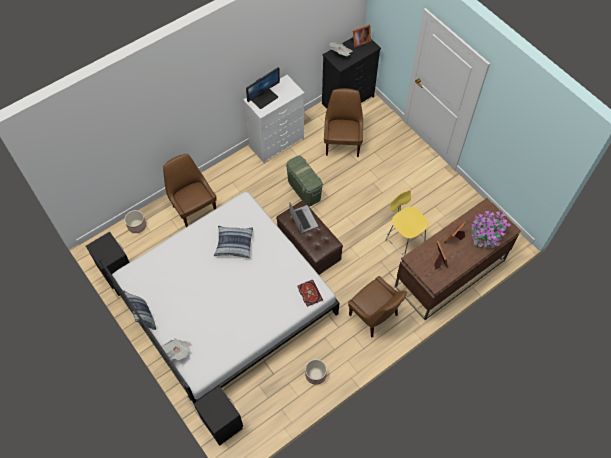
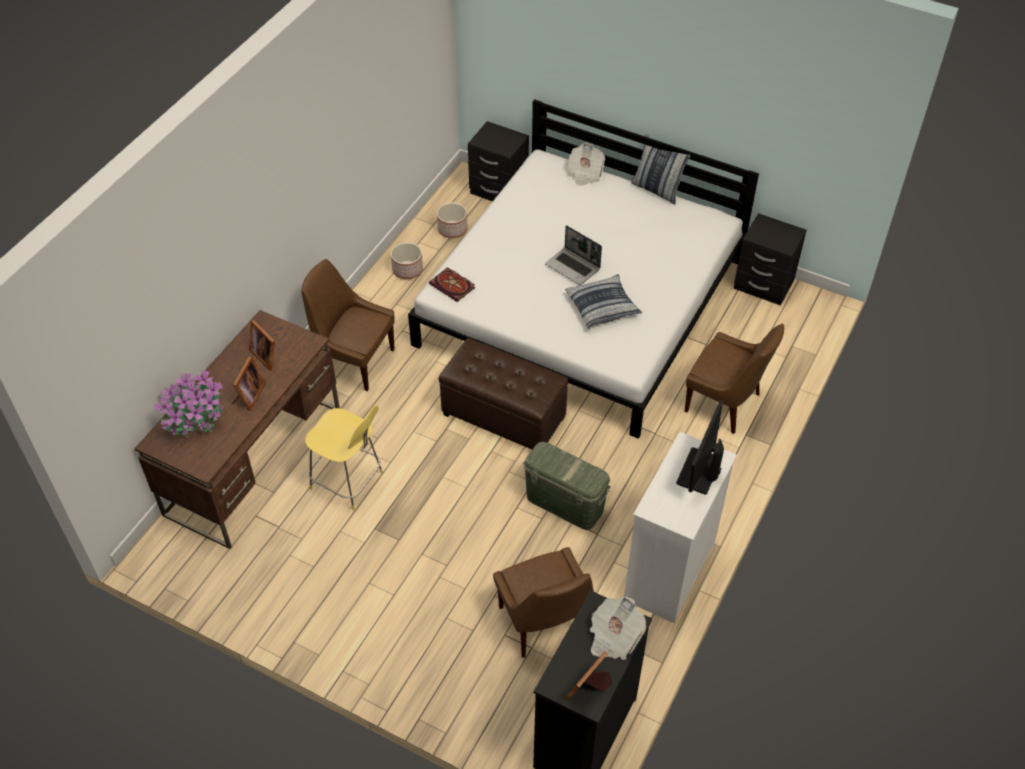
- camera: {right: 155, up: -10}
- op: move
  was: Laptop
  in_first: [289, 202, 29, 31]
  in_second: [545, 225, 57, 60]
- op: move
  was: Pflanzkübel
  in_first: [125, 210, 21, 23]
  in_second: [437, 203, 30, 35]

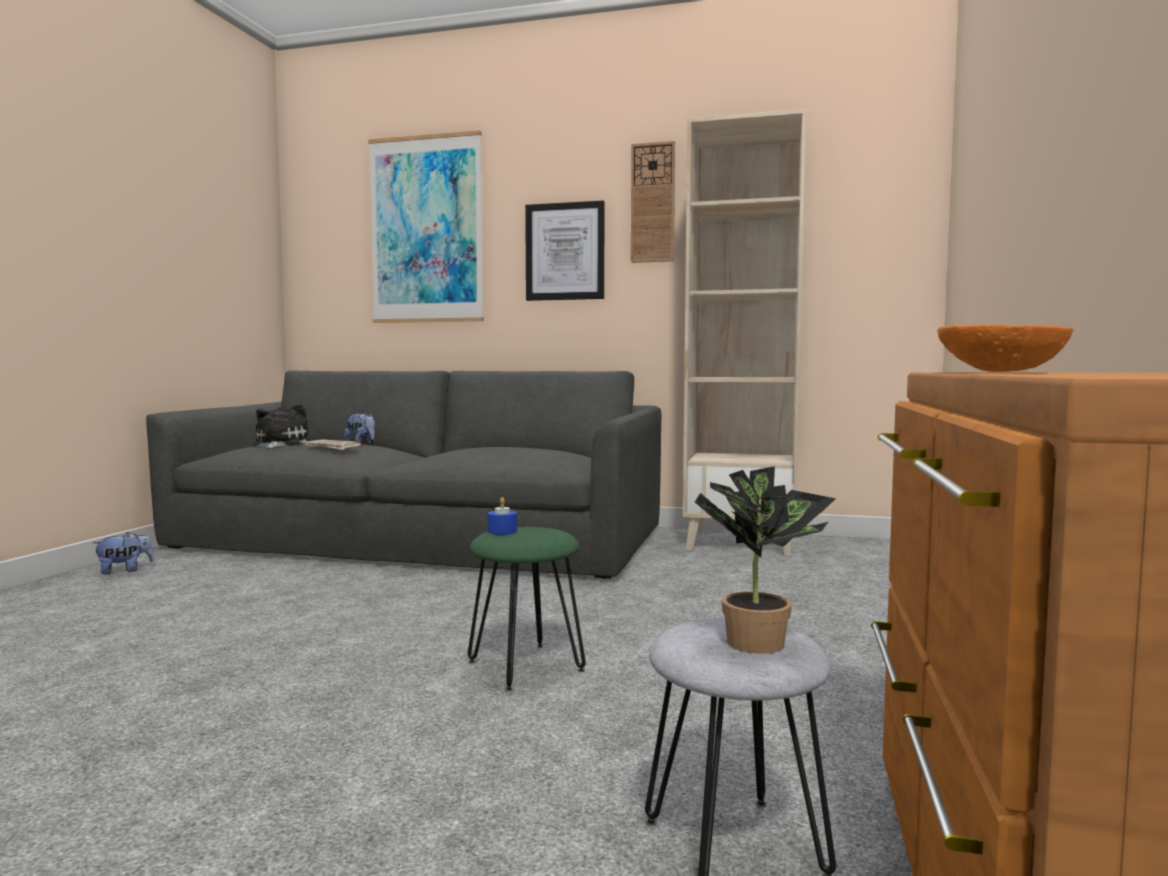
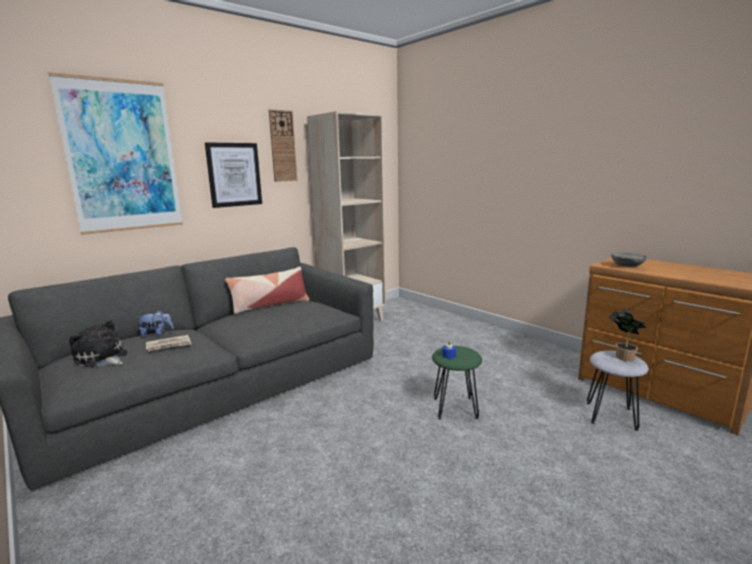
- camera: {right: -55, up: 10}
- op: recolor
  was: Schüssel/orange
  now: Schüssel/grau
  in_first: [937, 324, 136, 48]
  in_second: [611, 252, 36, 15]
- op: delete
  was: Plüschtier
  in_first: [93, 532, 61, 42]
- op: insert
  now: Kissen
  in_second: [225, 267, 84, 47]

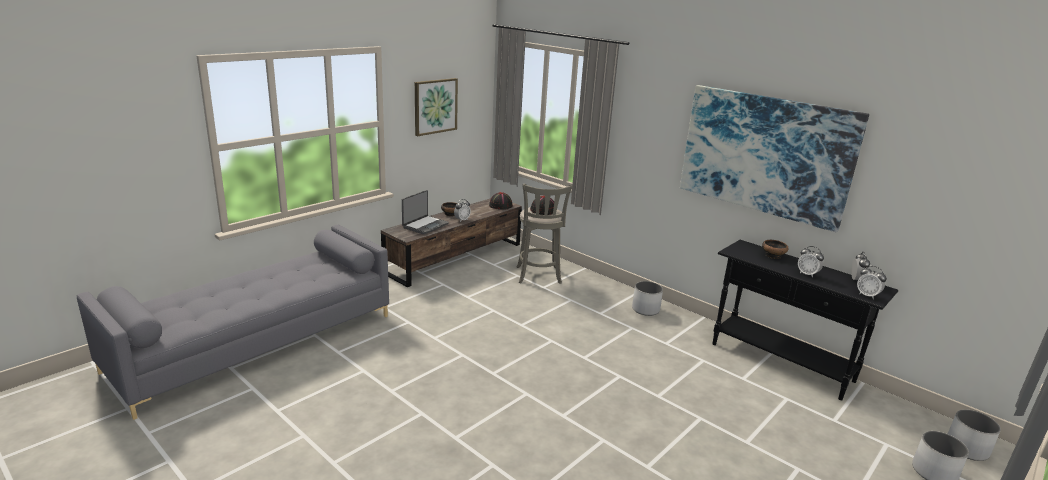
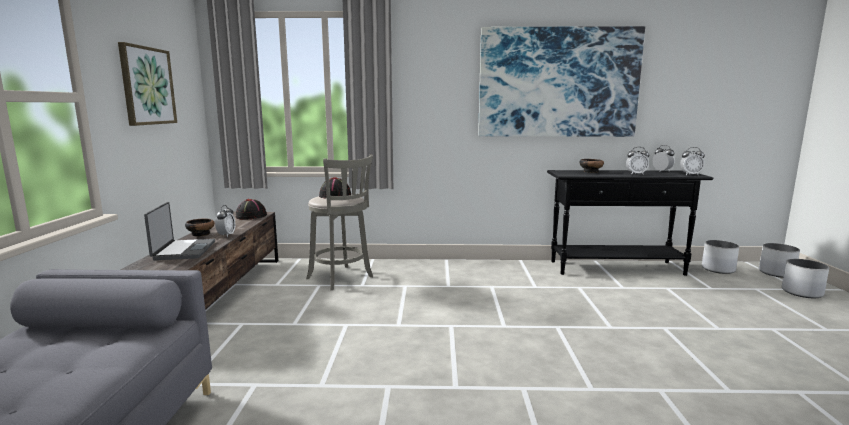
- camera: {right: -40, up: -10}
- op: move
  was: Pflanzkübel/weiß
  in_first: [632, 281, 31, 35]
  in_second: [702, 240, 37, 34]

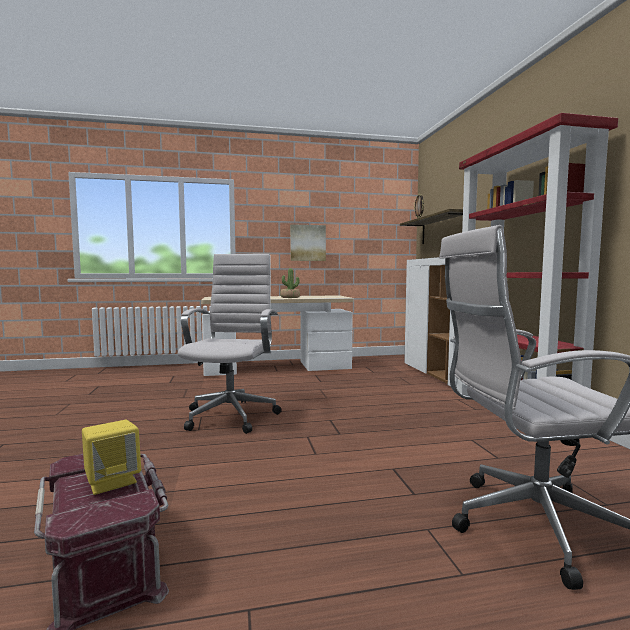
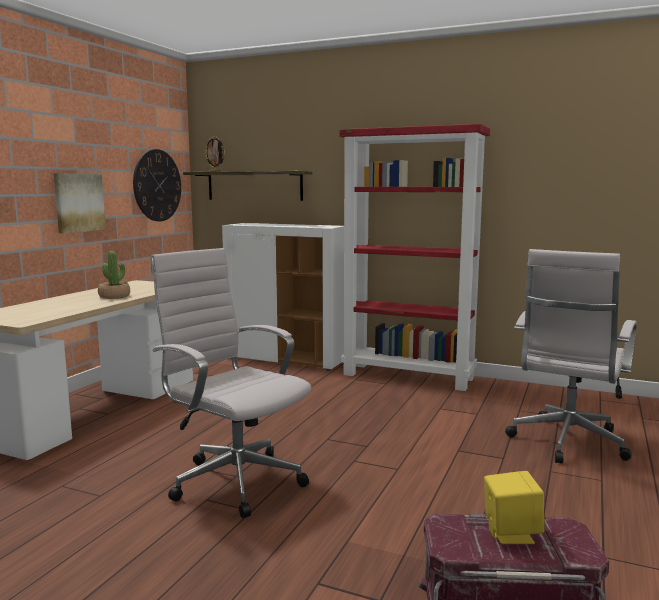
- camera: {right: -55, up: 5}
- op: insert
  now: Wanduhr
  in_second: [133, 149, 48, 72]

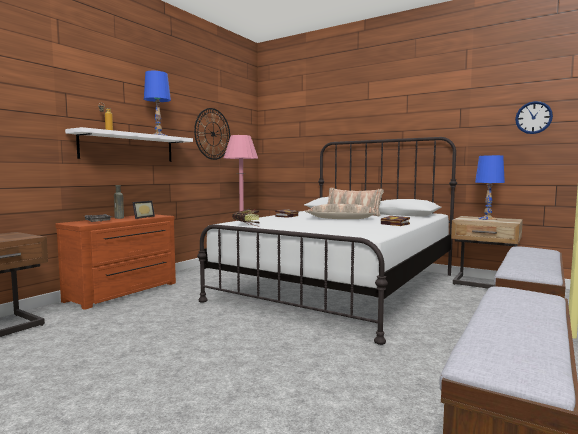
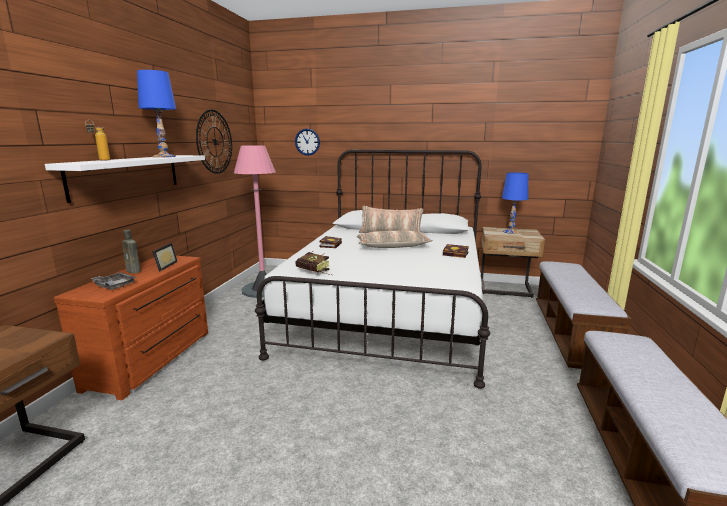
- camera: {right: -20, up: 10}
- op: move
  was: Wanduhr
  in_first: [515, 101, 38, 33]
  in_second: [295, 129, 25, 27]

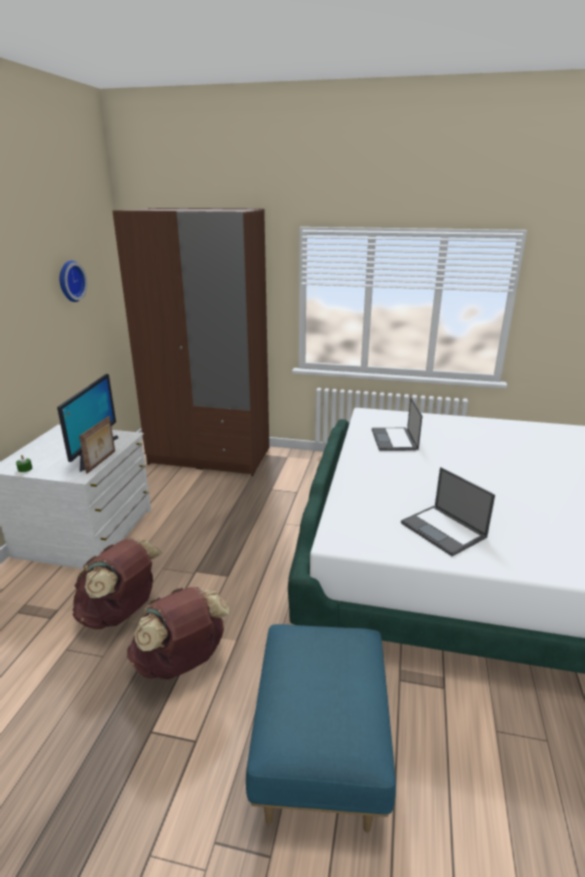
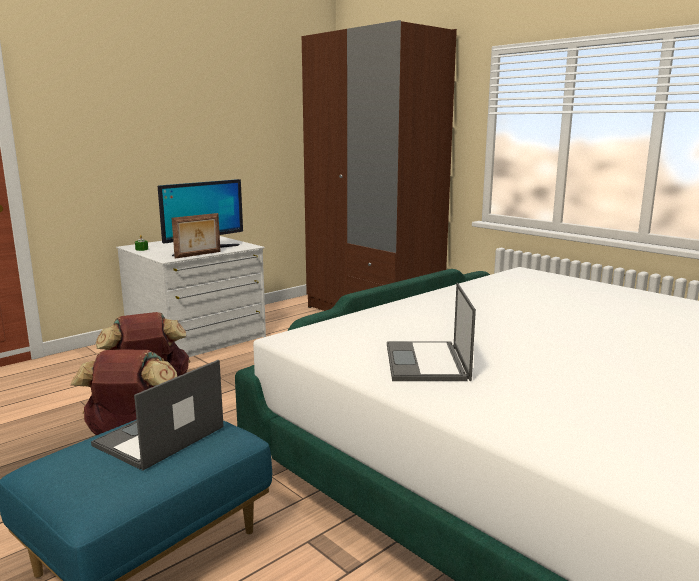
- camera: {right: 35, up: -10}
- op: delete
  was: Wanduhr
  in_first: [60, 260, 27, 42]
- op: move
  was: Laptop
  in_first: [372, 397, 50, 54]
  in_second: [91, 360, 133, 111]

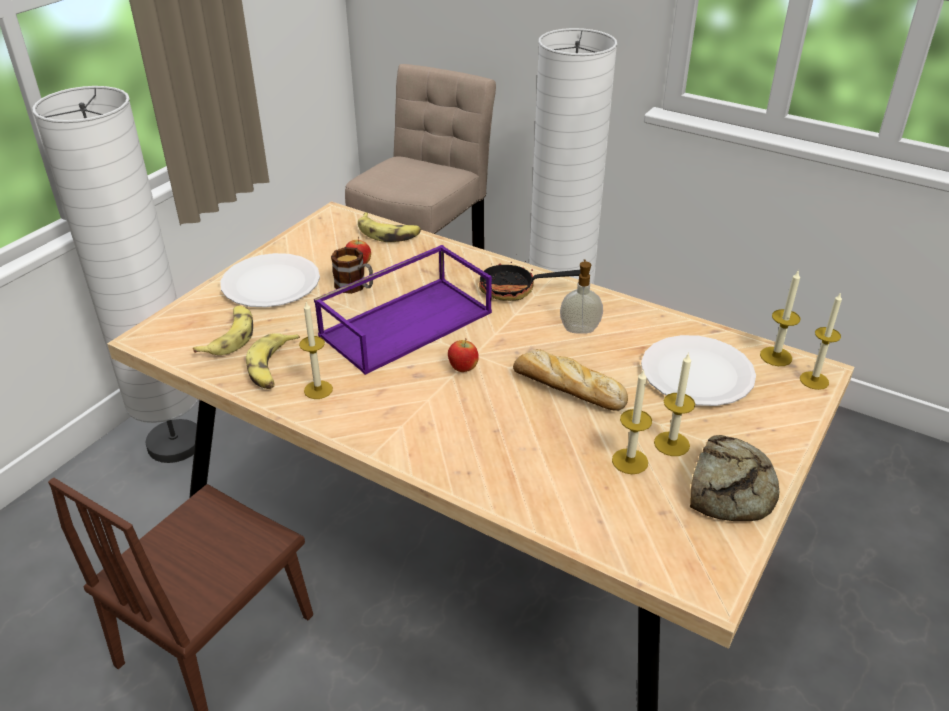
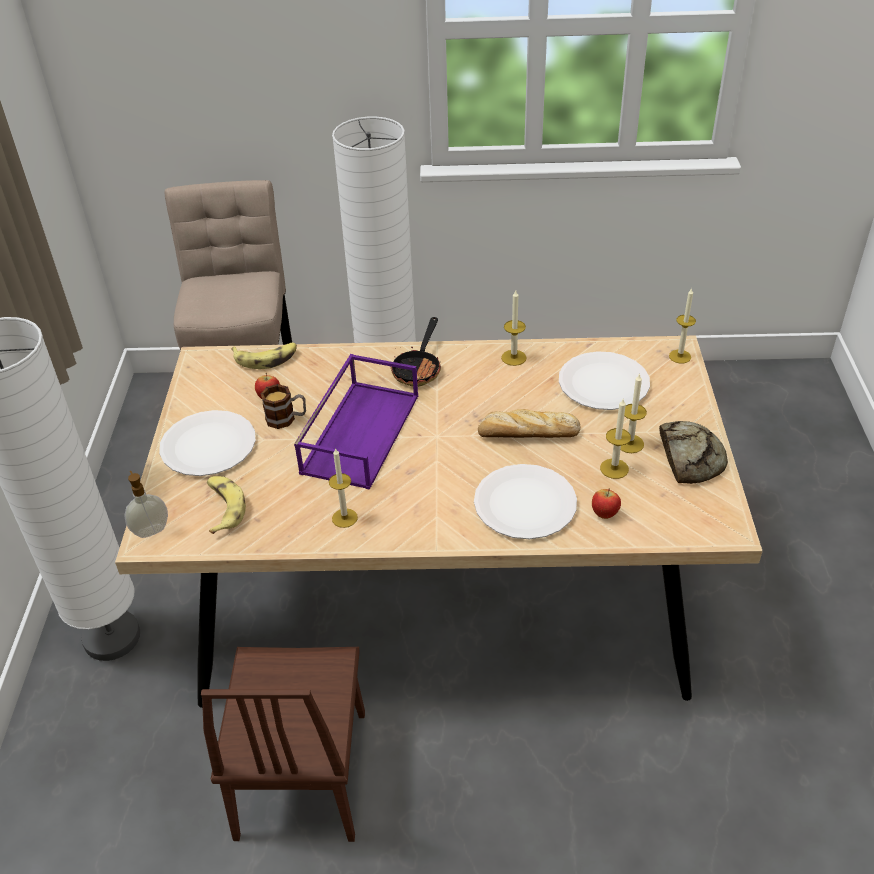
- camera: {right: -30, up: 5}
- op: move
  was: Seifenspender
  in_first: [560, 259, 43, 75]
  in_second: [124, 471, 44, 67]
- op: rotate
  was: Pfanne
  in_first: [479, 261, 102, 40]
  in_second: [390, 317, 51, 70]
  clockwise: -45
- op: move
  was: Kerze
  in_first: [760, 271, 40, 95]
  in_second: [501, 291, 26, 75]
- op: delete
  was: Banane
  in_first: [246, 333, 54, 56]
- op: move
  was: Apfel
  in_first: [448, 338, 31, 34]
  in_second: [592, 488, 29, 31]
- op: insert
  now: Teller/weiß
  in_second: [474, 464, 103, 75]

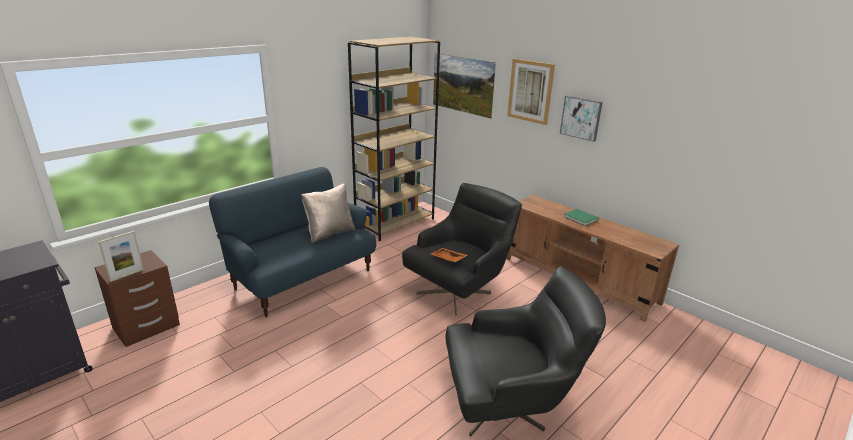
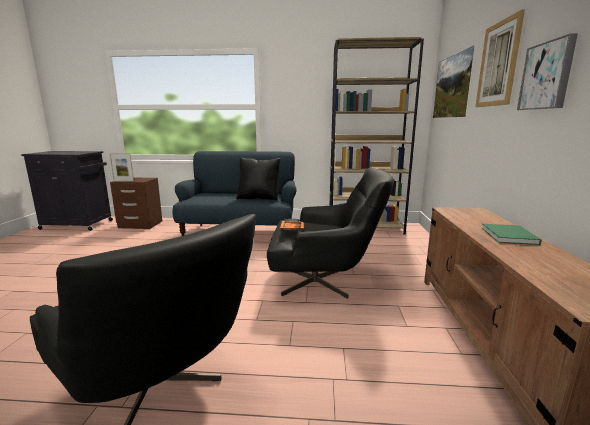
- camera: {right: 50, up: -10}
- op: recolor
  was: Kissen/beige
  now: Kissen/schwarz
  in_first: [301, 184, 55, 59]
  in_second: [236, 157, 44, 44]

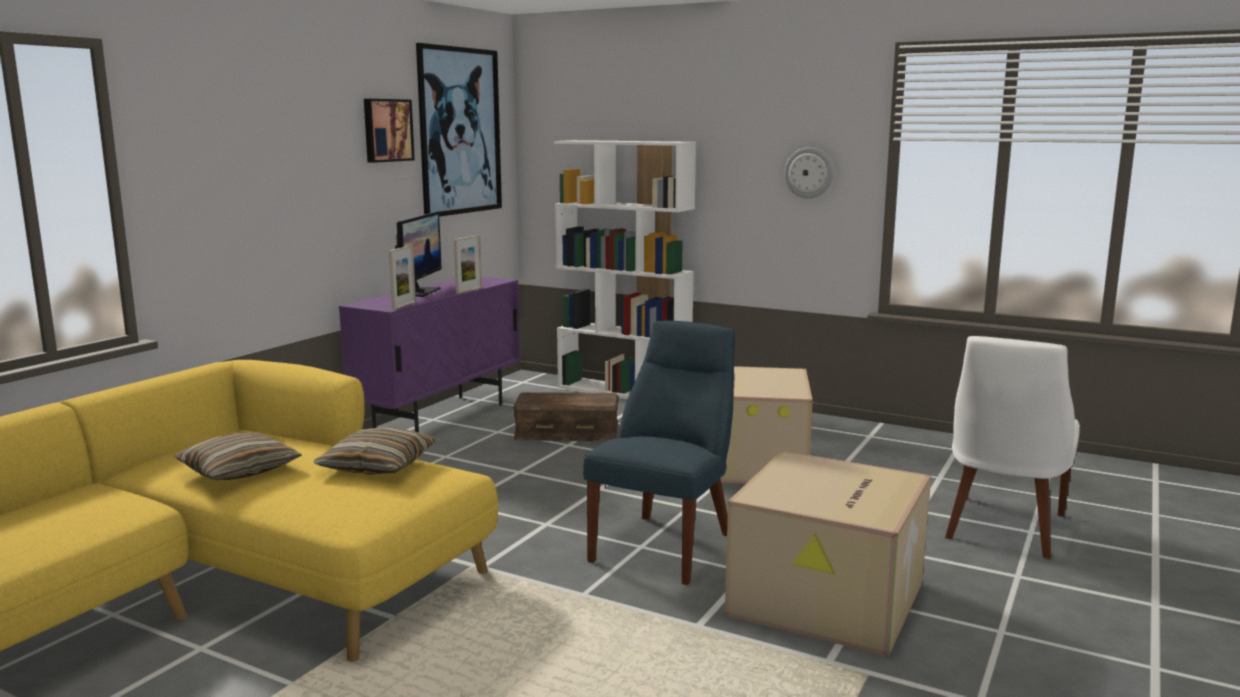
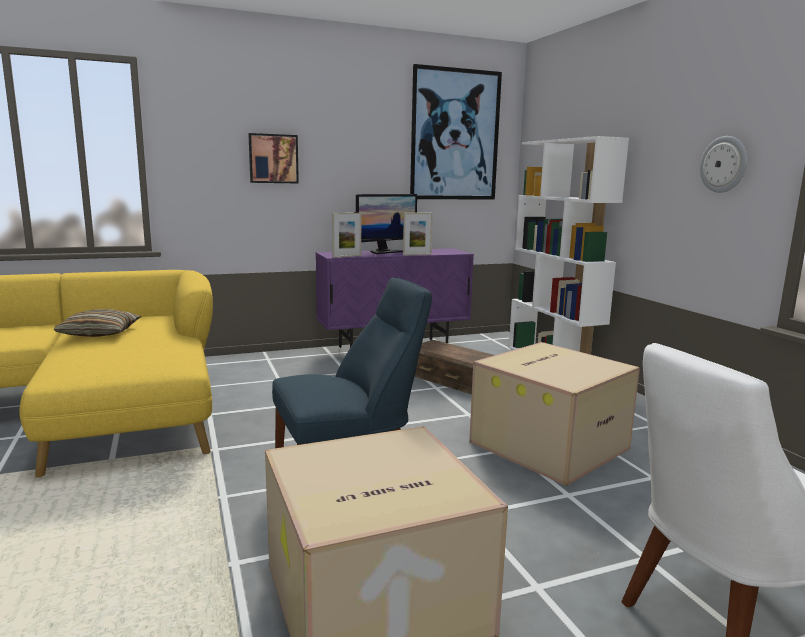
- camera: {right: 40, up: 0}
- op: move
  was: Bild
  in_first: [364, 99, 51, 64]
  in_second: [248, 133, 51, 50]
- op: delete
  was: Kissen
  in_first: [313, 427, 123, 48]

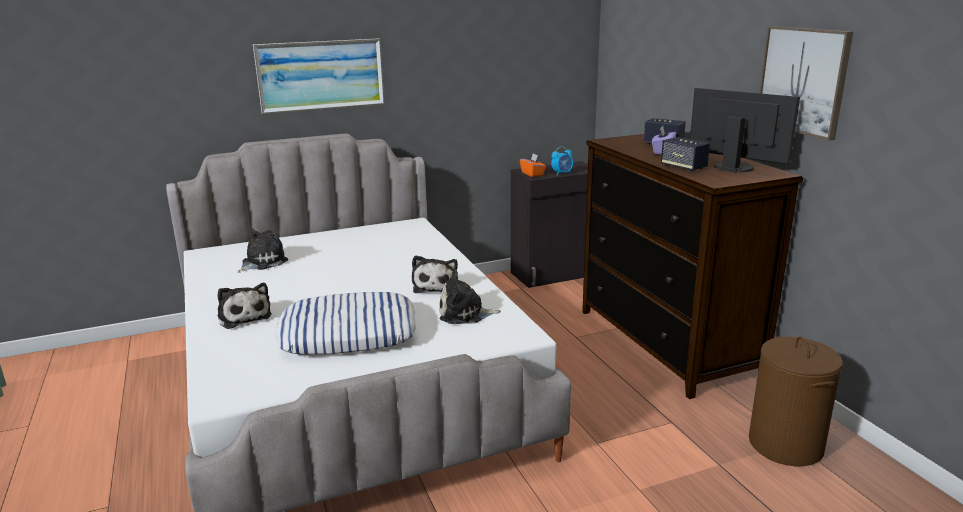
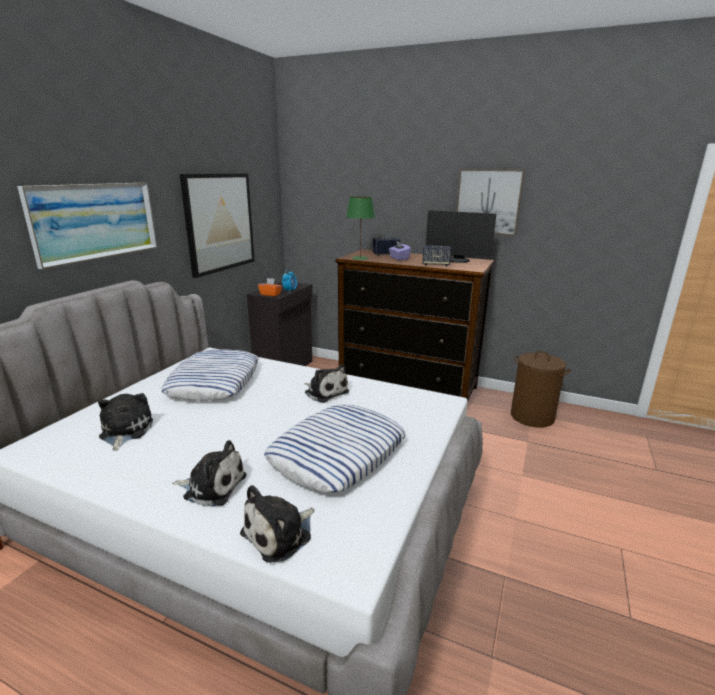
- camera: {right: -45, up: 0}
- op: rotate
  was: Monitor
  in_first: [690, 88, 110, 85]
  in_second: [426, 210, 70, 53]
  clockwise: -150
- op: move
  was: Plüschtier
  in_first: [439, 270, 62, 54]
  in_second: [240, 485, 74, 78]
- op: insert
  now: Bild
  in_second: [180, 173, 75, 105]
- op: insert
  now: Tischlampe/grün
  in_second: [346, 196, 29, 64]
- op: insert
  now: Kissen
  in_second: [161, 349, 98, 52]

